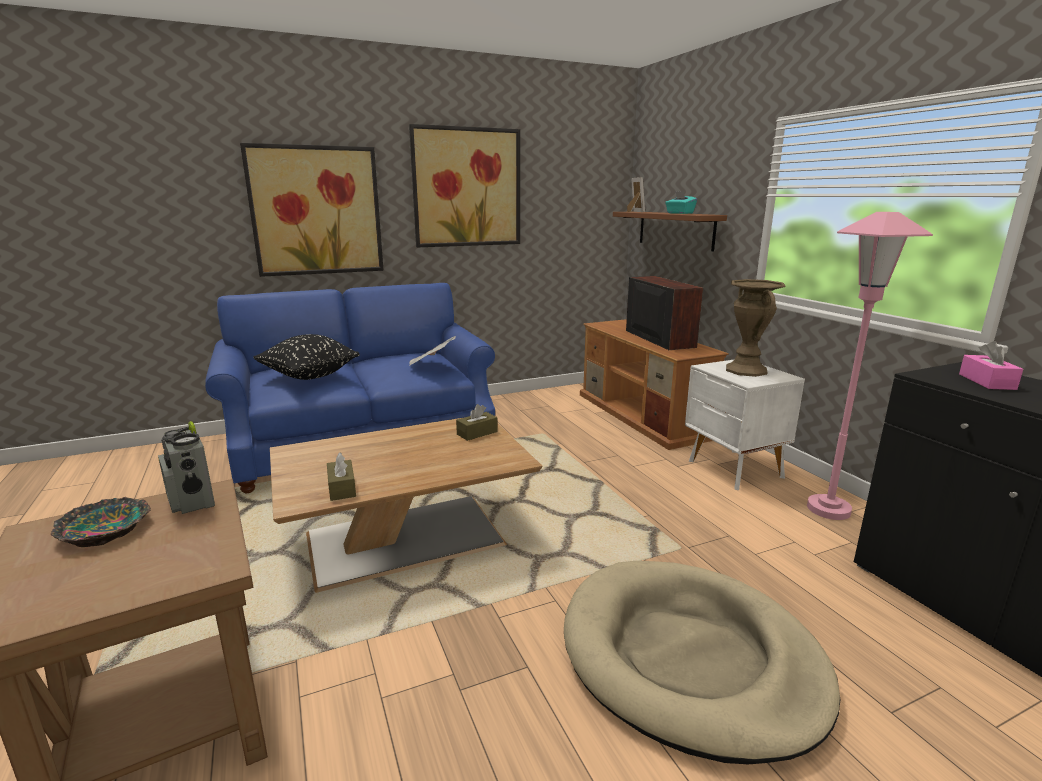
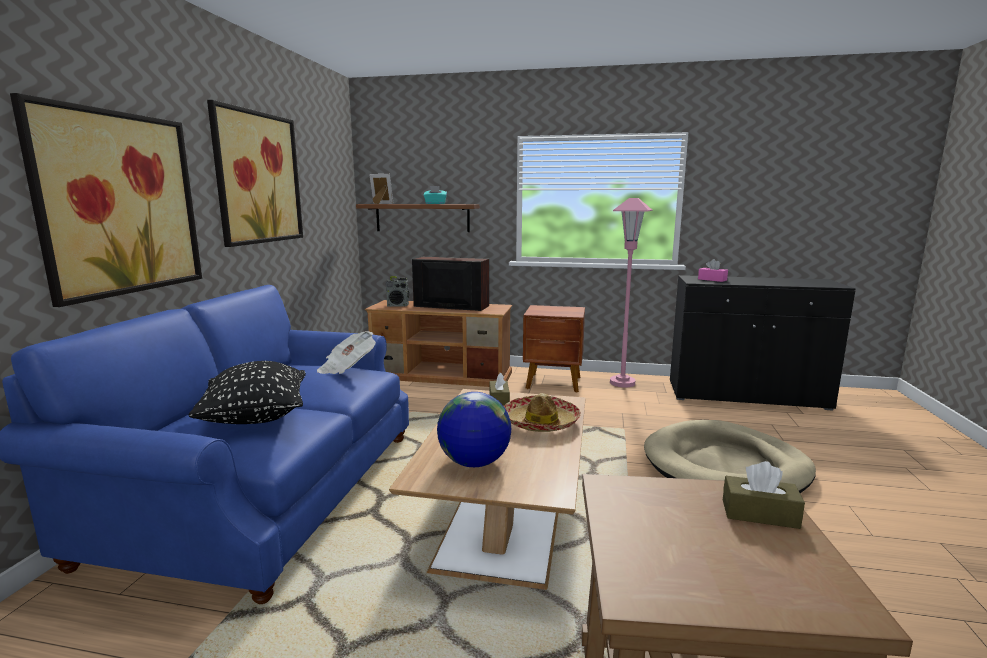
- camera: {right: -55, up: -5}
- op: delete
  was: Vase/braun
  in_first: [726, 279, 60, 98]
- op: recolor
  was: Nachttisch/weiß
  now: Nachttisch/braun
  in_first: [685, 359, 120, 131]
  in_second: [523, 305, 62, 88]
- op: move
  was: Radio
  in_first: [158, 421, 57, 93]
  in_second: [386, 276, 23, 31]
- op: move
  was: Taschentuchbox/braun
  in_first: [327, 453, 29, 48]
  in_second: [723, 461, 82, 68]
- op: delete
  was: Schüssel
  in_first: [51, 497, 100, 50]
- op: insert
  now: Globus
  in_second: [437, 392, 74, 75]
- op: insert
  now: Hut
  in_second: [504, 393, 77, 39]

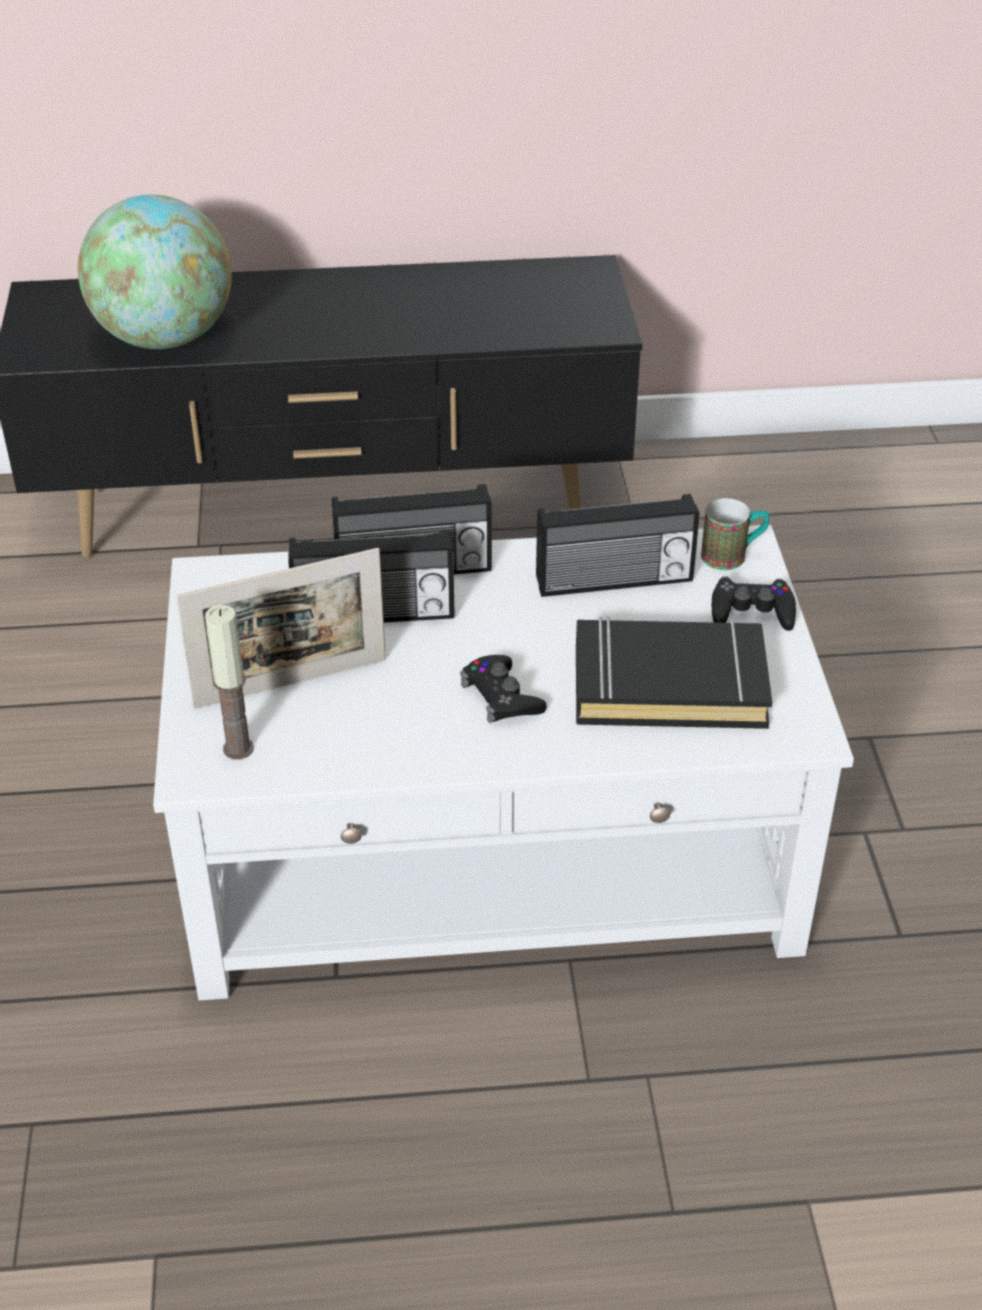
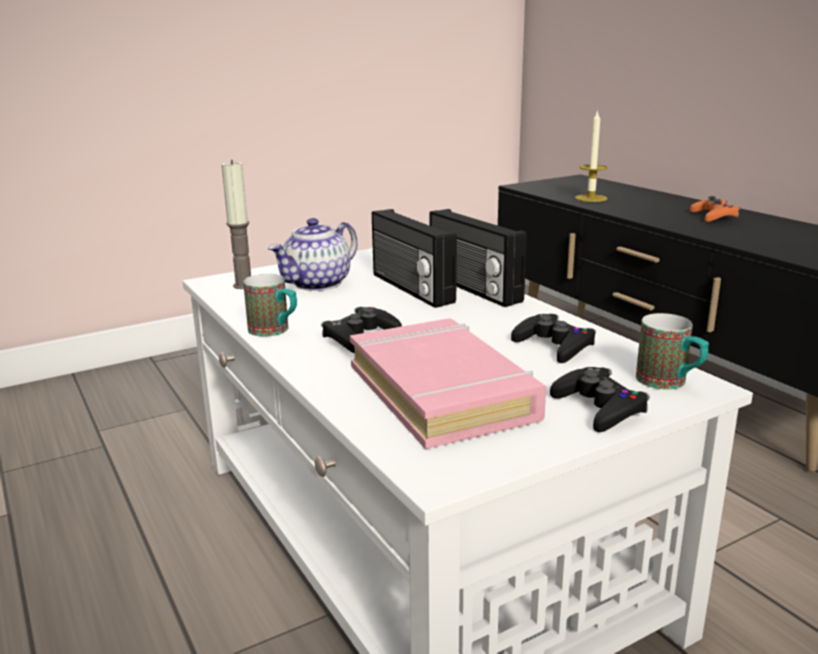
- camera: {right: 65, up: -20}
- op: replace
  was: Globus
  now: Kerze
  in_first: [78, 195, 154, 154]
  in_second: [575, 110, 32, 92]
- op: replace
  was: Radio
  now: Gamepad/schwarz
  in_first: [536, 494, 164, 103]
  in_second: [511, 314, 85, 49]
- op: replace
  was: Bilderrahmen
  now: Teekanne
  in_first: [176, 548, 210, 160]
  in_second: [268, 218, 90, 73]
- op: recolor
  was: Buch/schwarz
  now: Buch/rosa
  in_first: [576, 616, 196, 113]
  in_second: [350, 318, 196, 131]
- op: insert
  now: Gamepad/orange
  in_second: [690, 196, 50, 26]
- op: insert
  now: Henkelbecher
  in_second: [243, 274, 54, 63]

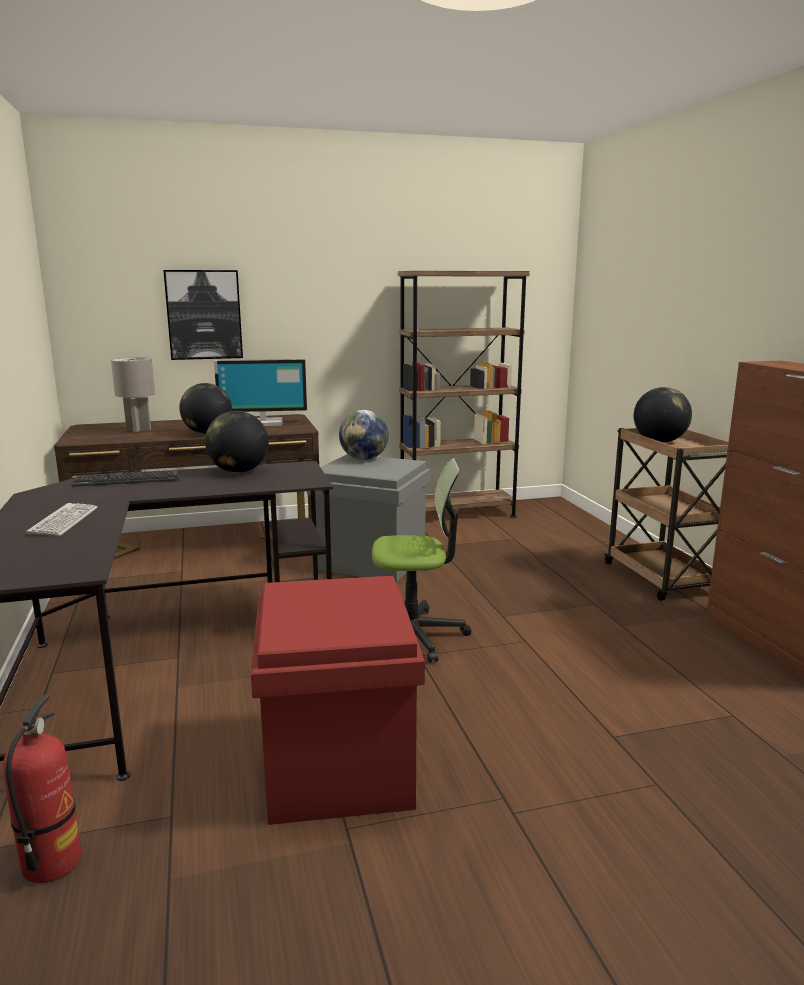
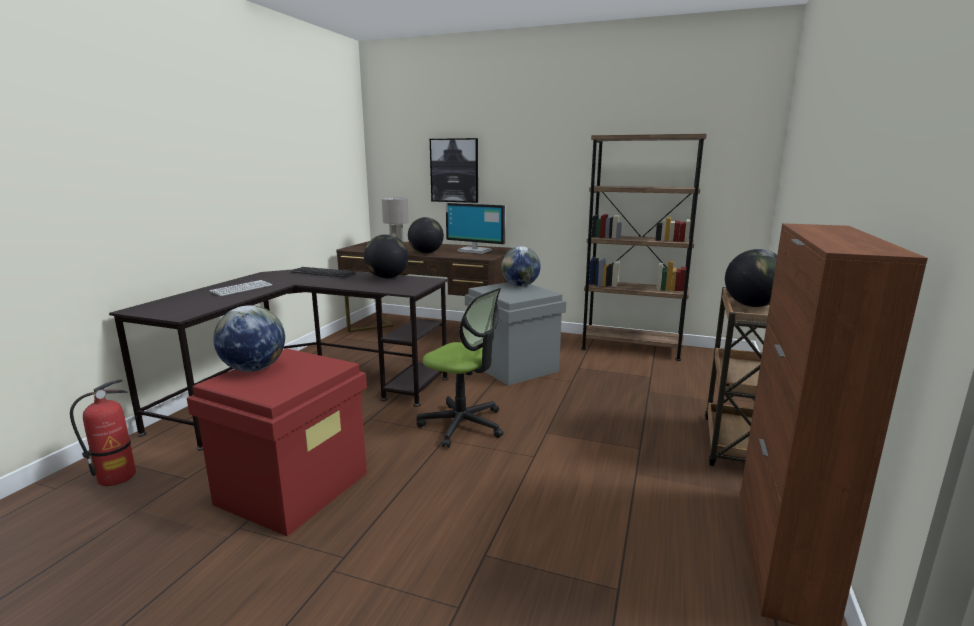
- camera: {right: 35, up: 0}
- op: insert
  now: Globus
  in_second: [213, 305, 72, 67]

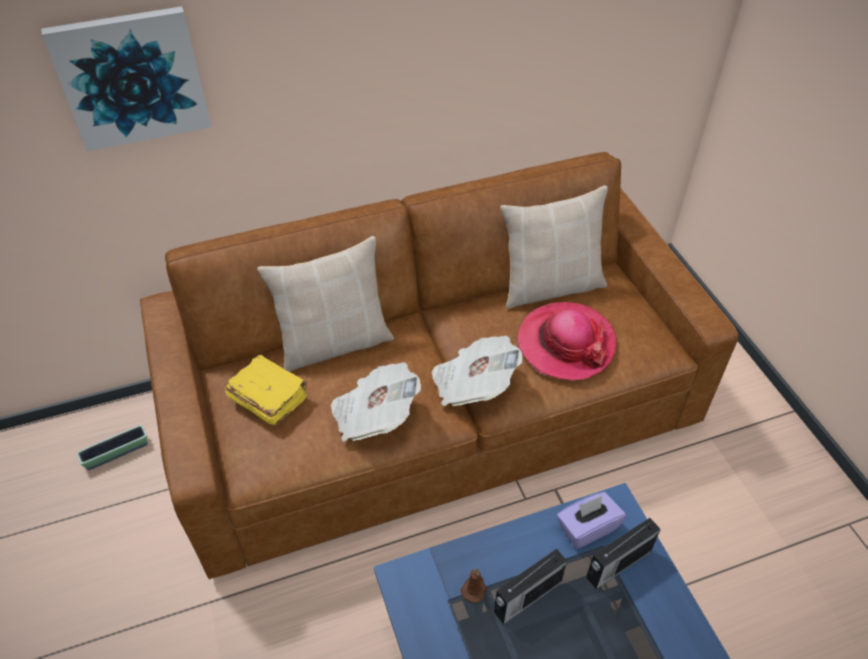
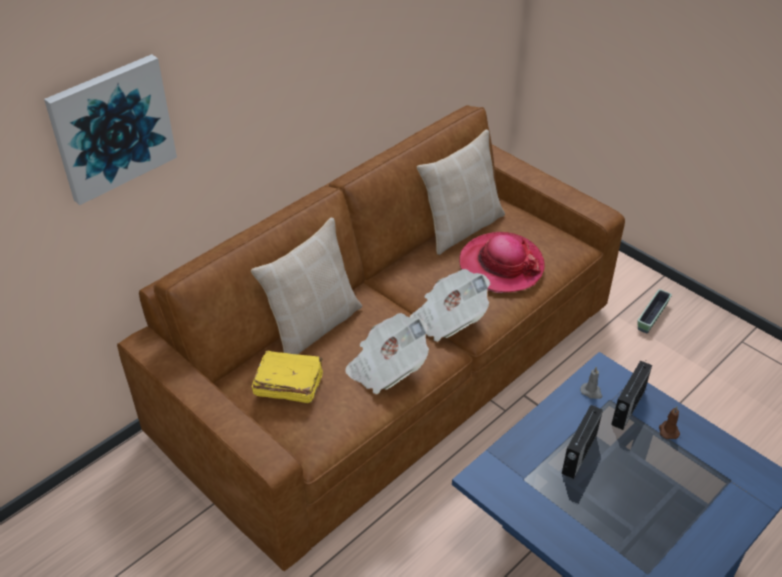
- camera: {right: -25, up: -5}
- op: move
  was: Pflanzkübel
  in_first: [77, 425, 71, 45]
  in_second: [638, 289, 34, 44]
- op: replace
  was: Taschentuchbox/lila
  now: Kerze/grau
  in_first: [557, 492, 69, 57]
  in_second: [580, 366, 22, 33]
- op: move
  was: Kerze/braun
  in_first: [461, 569, 26, 34]
  in_second: [659, 407, 21, 32]

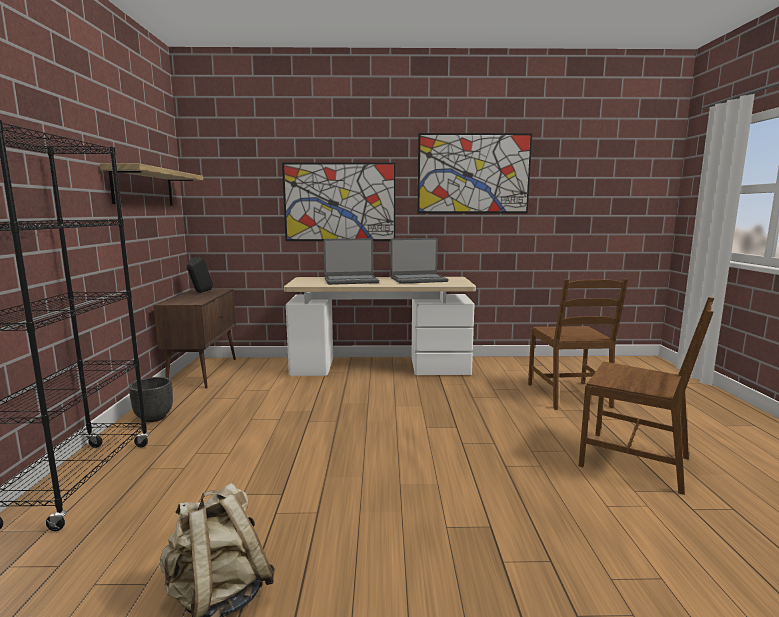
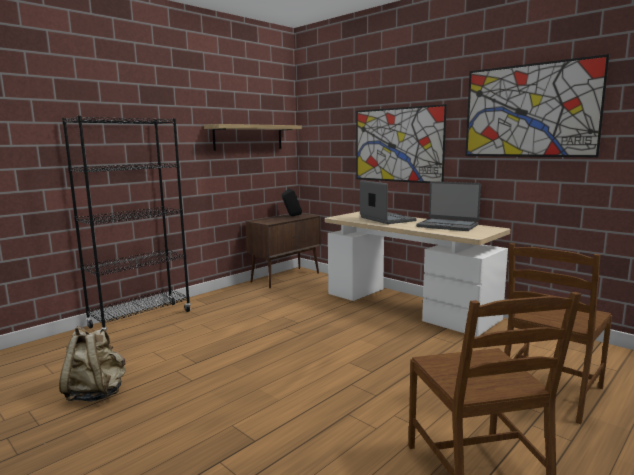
- camera: {right: 45, up: 0}
- op: rotate
  was: Laptop
  in_first: [323, 238, 56, 47]
  in_second: [360, 180, 57, 44]
  clockwise: -150
- op: delete
  was: Pflanzkübel/schwarz
  in_first: [129, 377, 44, 45]

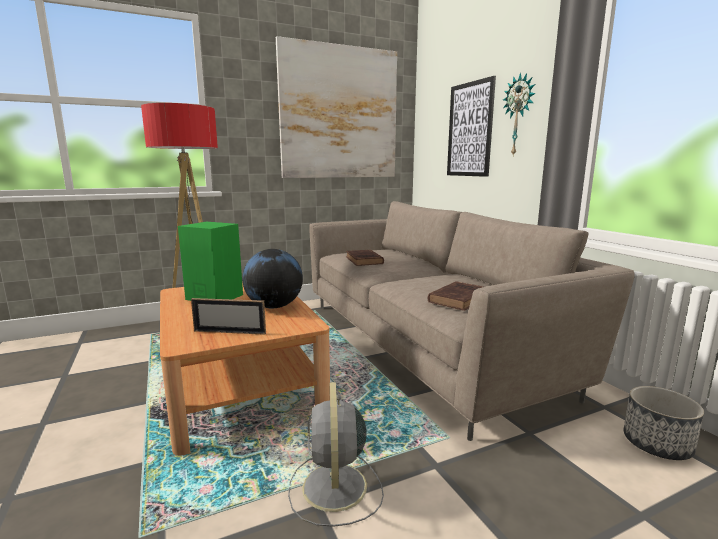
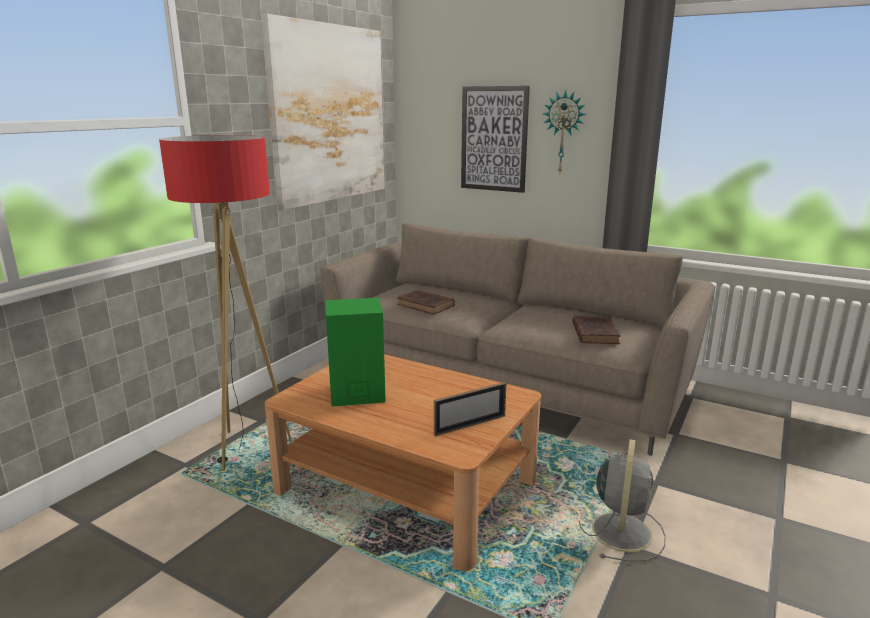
- camera: {right: -35, up: 5}
- op: delete
  was: Globus
  in_first: [242, 249, 61, 59]
- op: rotate
  was: Ventilator/grau
  in_first: [288, 382, 96, 145]
  in_second: [579, 439, 87, 122]
  clockwise: -120
- op: delete
  was: Pflanzkübel
  in_first: [624, 386, 80, 74]

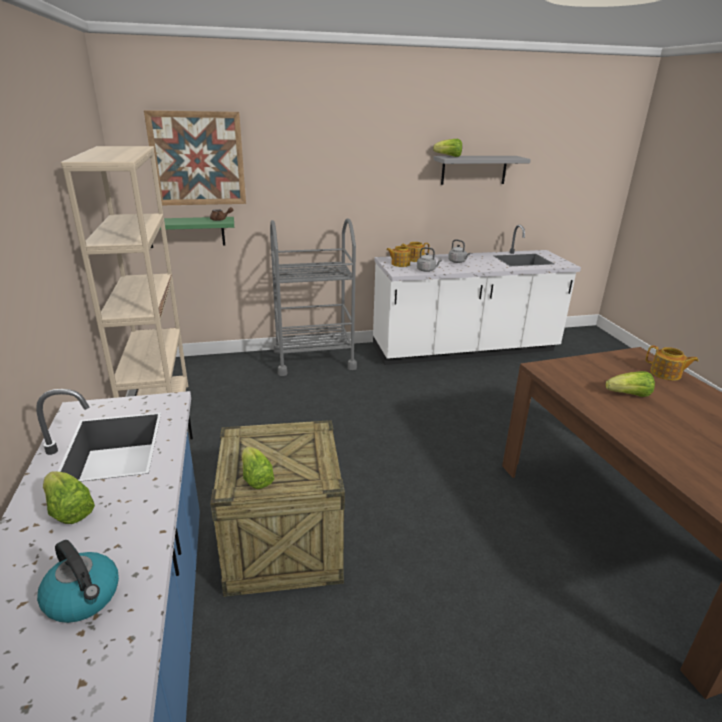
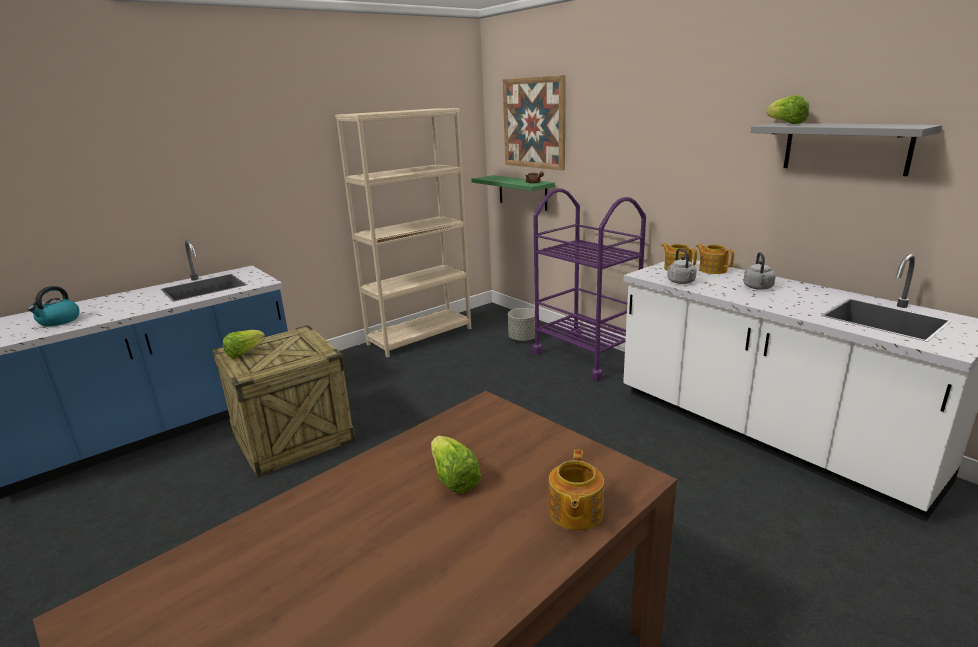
- camera: {right: 65, up: -5}
- op: recolor
  was: Rollwagen/grau
  now: Rollwagen/lila
  in_first: [270, 218, 87, 158]
  in_second: [532, 188, 114, 193]
- op: delete
  was: Salatkopf
  in_first: [43, 471, 52, 53]
- op: insert
  now: Pflanzkübel/grau
  in_second: [508, 308, 27, 34]

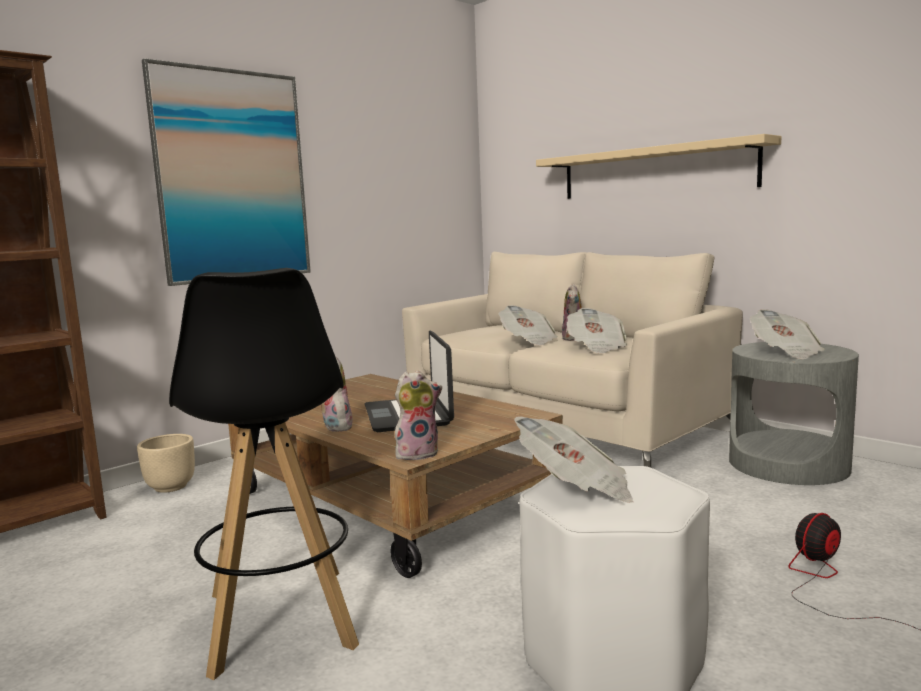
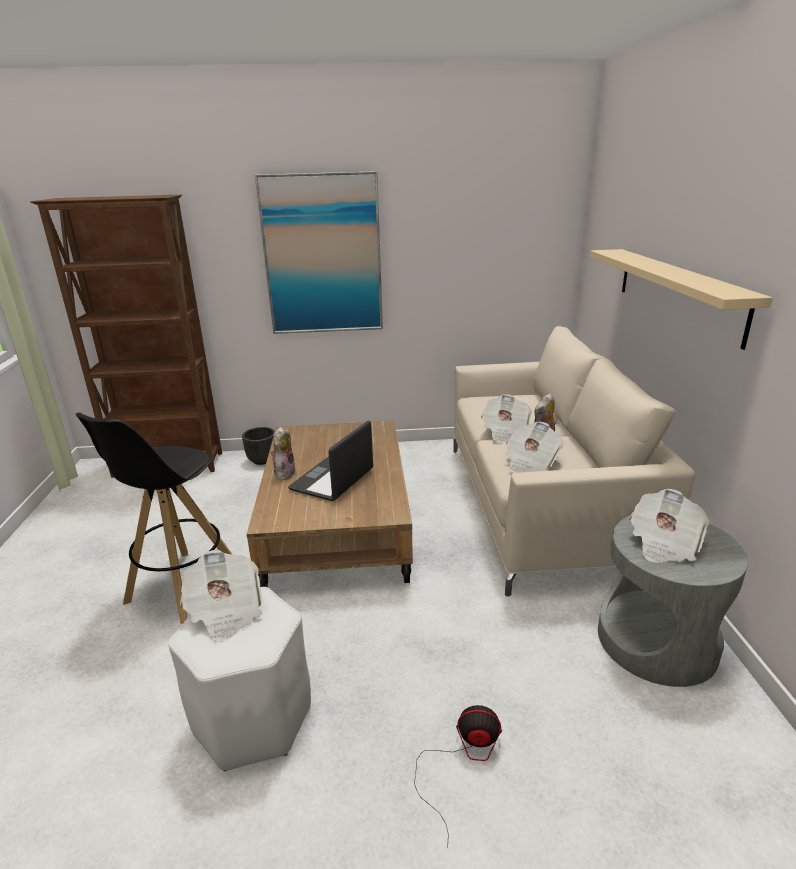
- camera: {right: 40, up: 15}
- op: delete
  was: Plüschtier
  in_first: [395, 371, 47, 89]
- op: recolor
  was: Pflanzkübel/beige
  now: Pflanzkübel/schwarz
  in_first: [137, 434, 58, 59]
  in_second: [242, 427, 33, 38]

